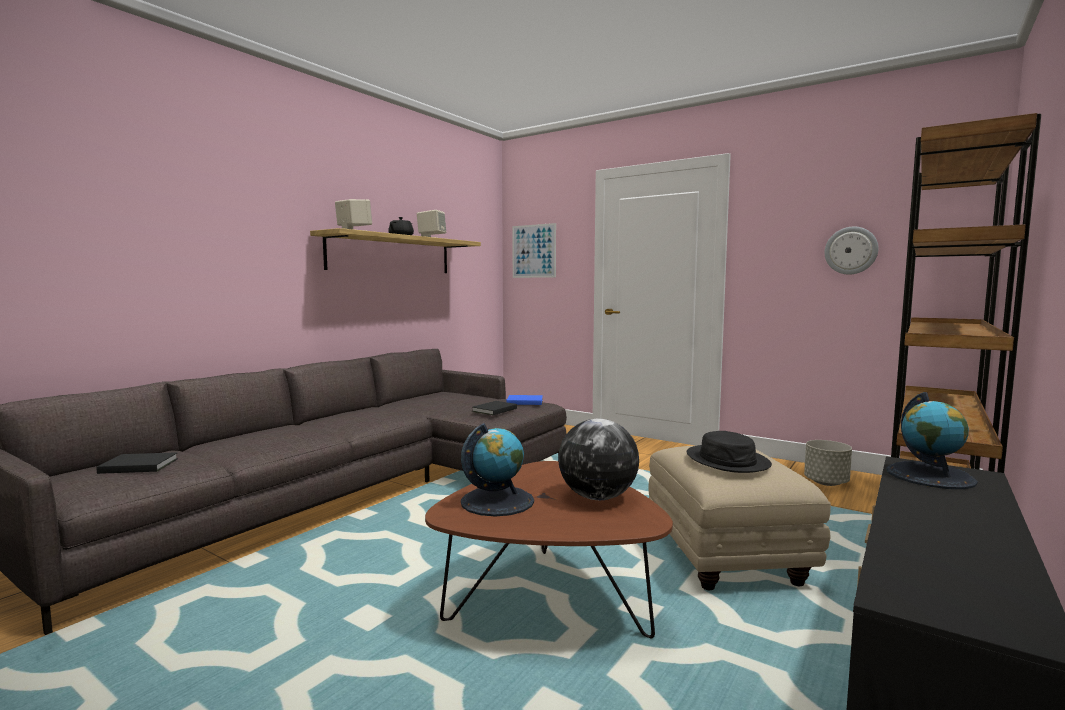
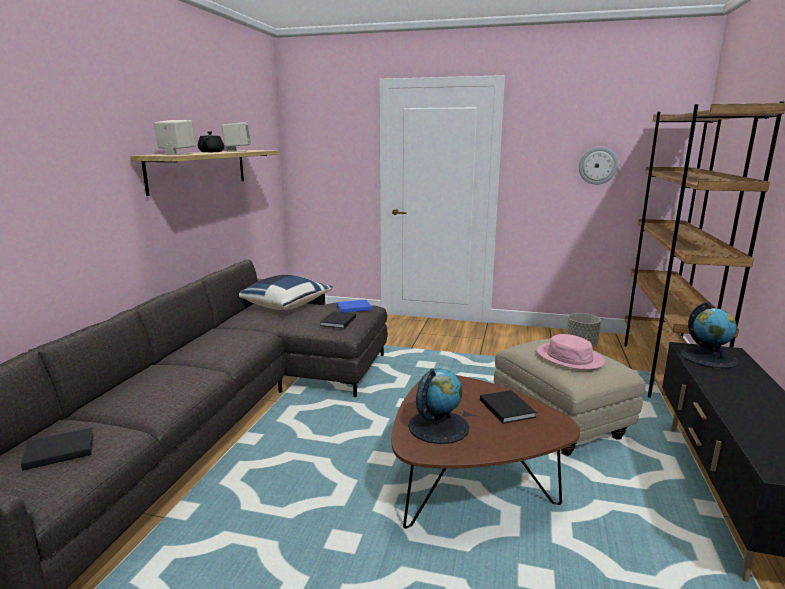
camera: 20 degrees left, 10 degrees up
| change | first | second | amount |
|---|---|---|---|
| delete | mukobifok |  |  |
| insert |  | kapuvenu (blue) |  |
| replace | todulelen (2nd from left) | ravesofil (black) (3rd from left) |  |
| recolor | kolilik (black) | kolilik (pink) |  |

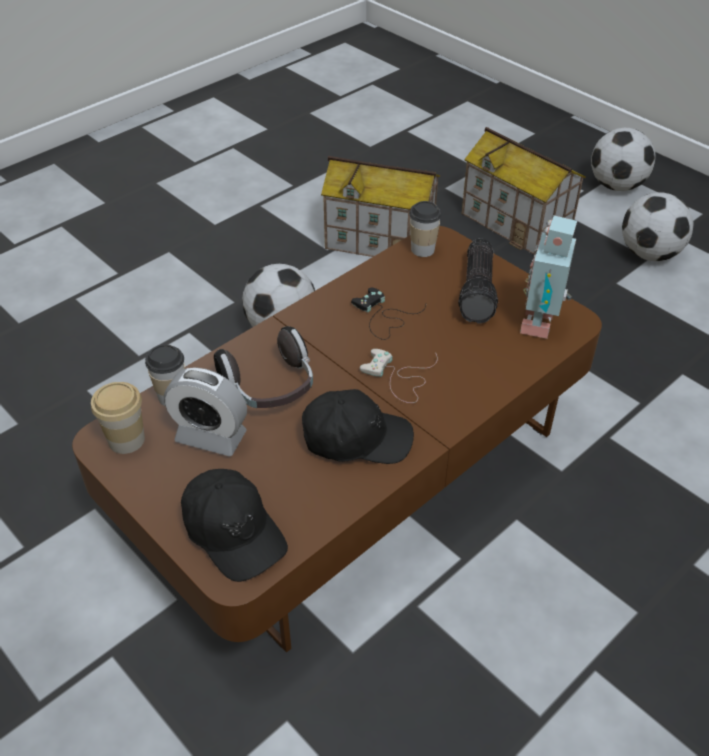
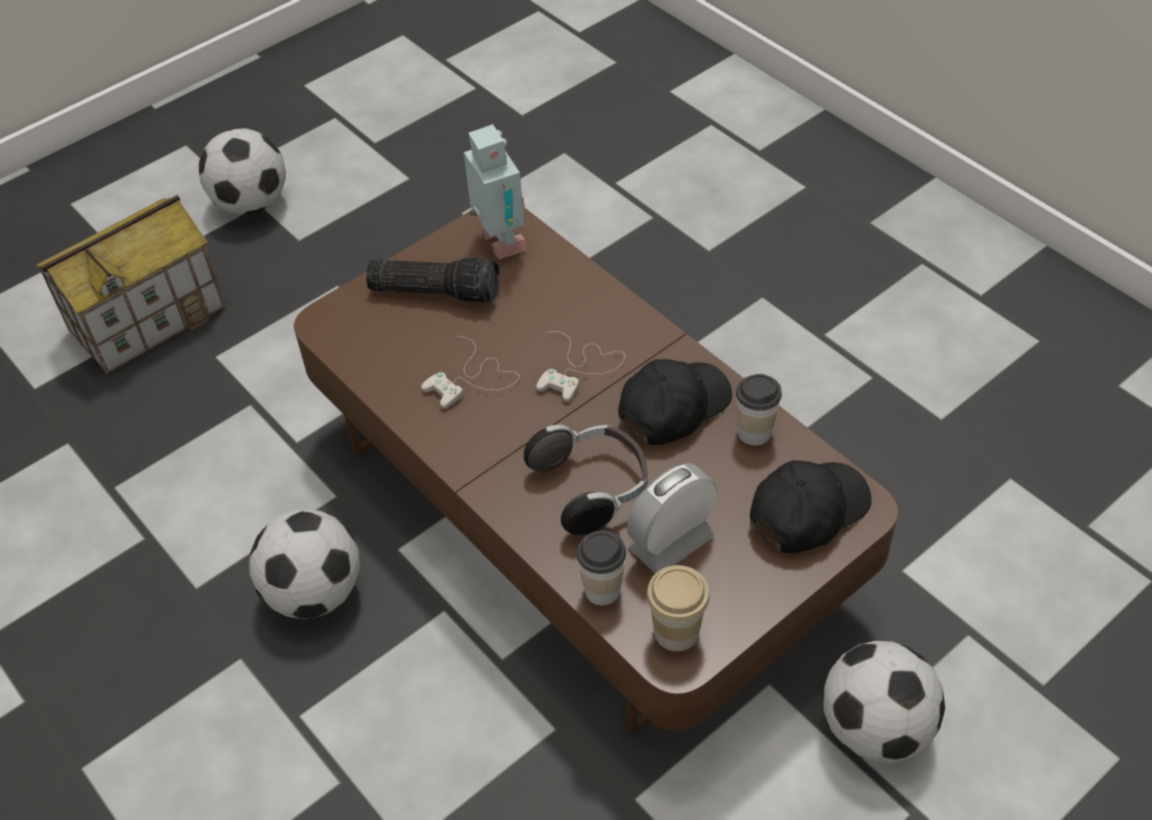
camera: 85 degrees left, 5 degrees up
| change | first | second | amount |
|---|---|---|---|
| delete | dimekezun (1st from left) |  |  |
| move | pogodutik (3rd from left) |  |  |
| move | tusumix (2nd from left in the first image) | tusumix (3rd from left) |  |
| recolor | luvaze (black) | luvaze (white) (1st from left) |  |
| rotate | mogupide |  | 150 degrees counterclockwise |
| rotate | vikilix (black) (2nd from left in the first image) | vikilix (black) (1st from left) | 45 degrees clockwise |
| rotate | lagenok |  | 135 degrees counterclockwise |

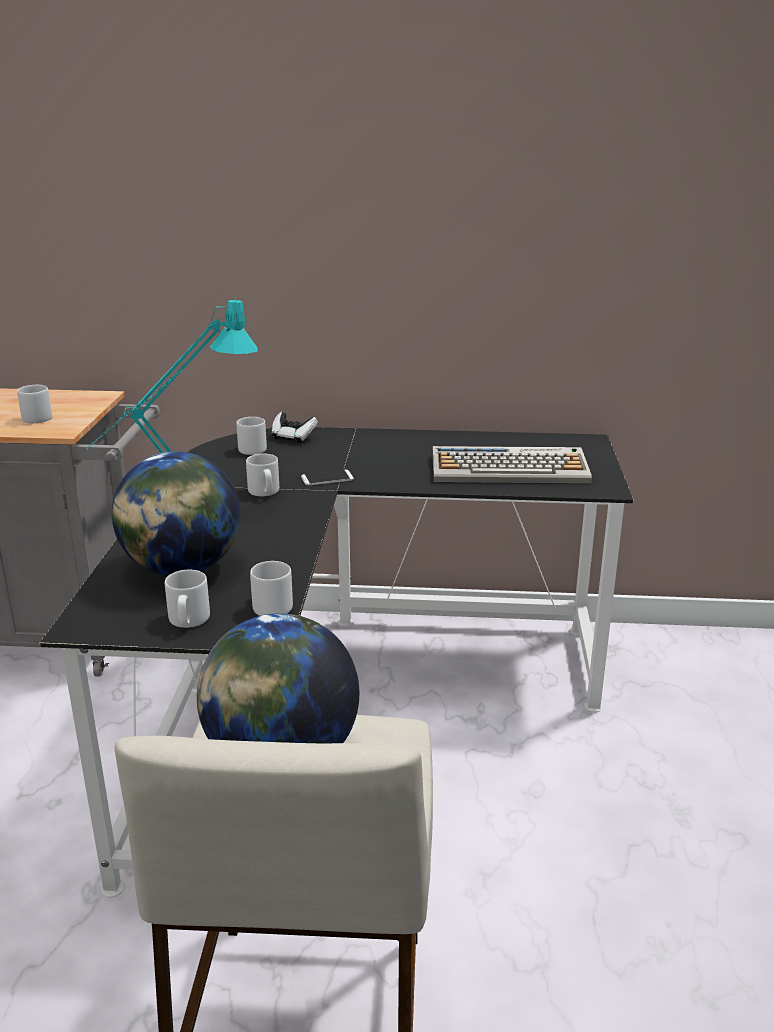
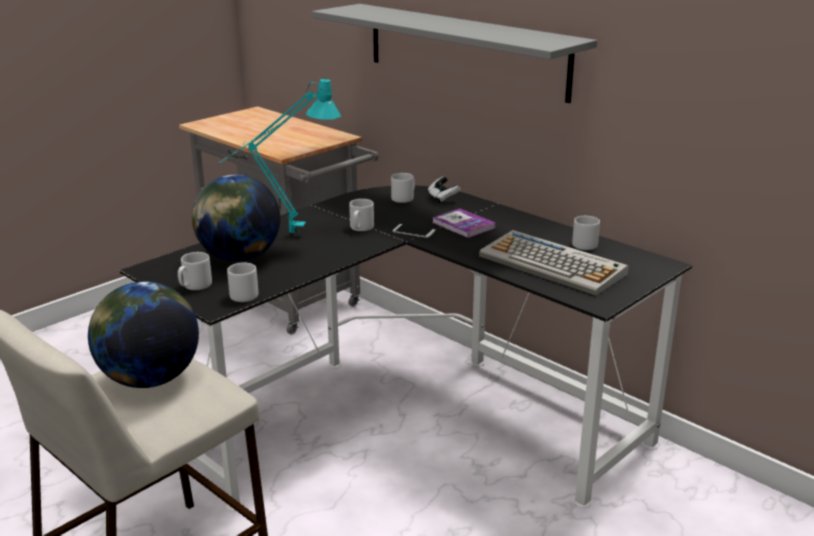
camera: 40 degrees right, 0 degrees up
| change | first | second | amount |
|---|---|---|---|
| insert |  | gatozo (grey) |  |
| insert |  | ravesofil |  |
| move | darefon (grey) (1st from left in the first image) | darefon (grey) (5th from left) |  |

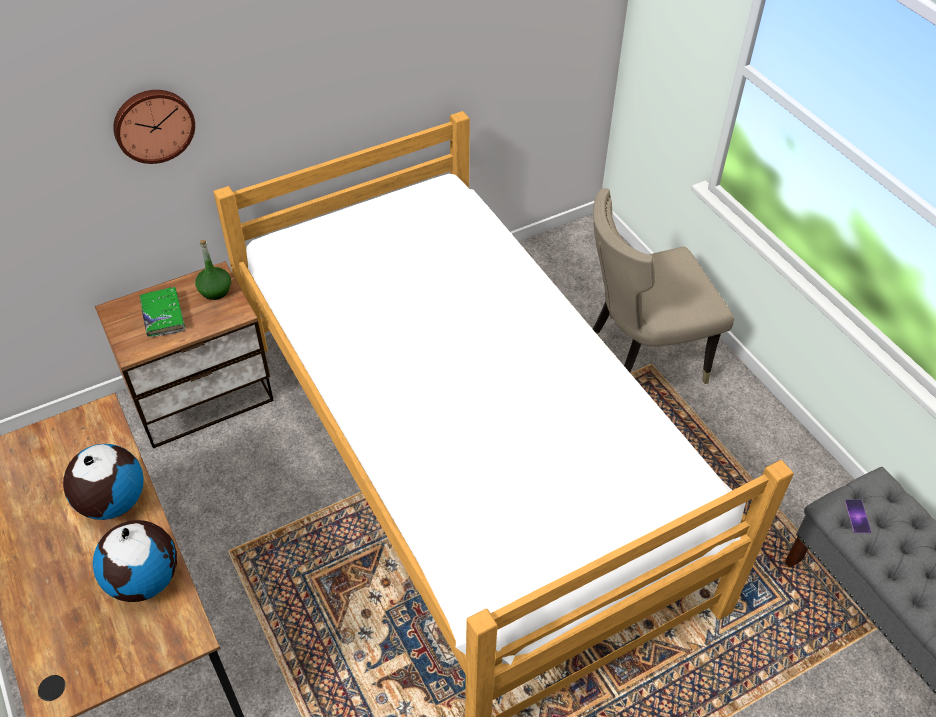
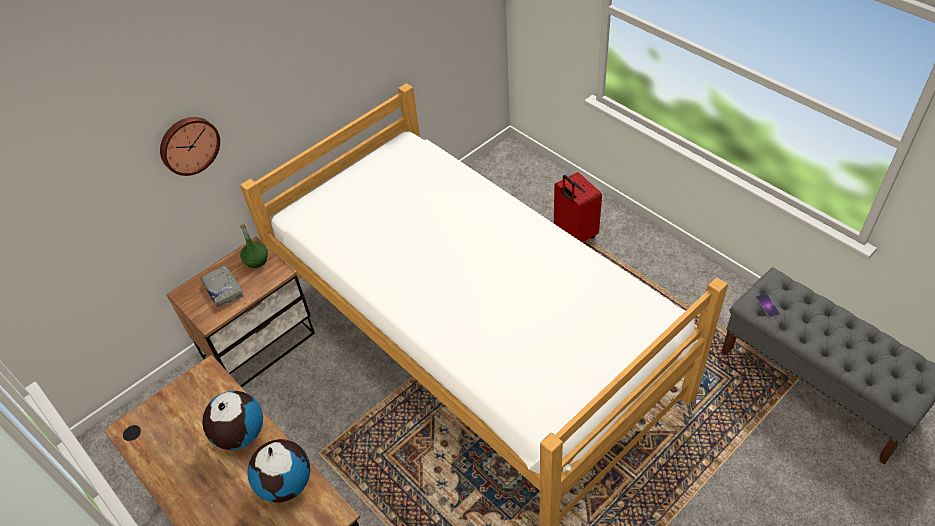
camera: 10 degrees left, 0 degrees up
| change | first | second | amount |
|---|---|---|---|
| replace | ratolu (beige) | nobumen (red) |  |
| recolor | ravesofil (green) | ravesofil (grey) |  |

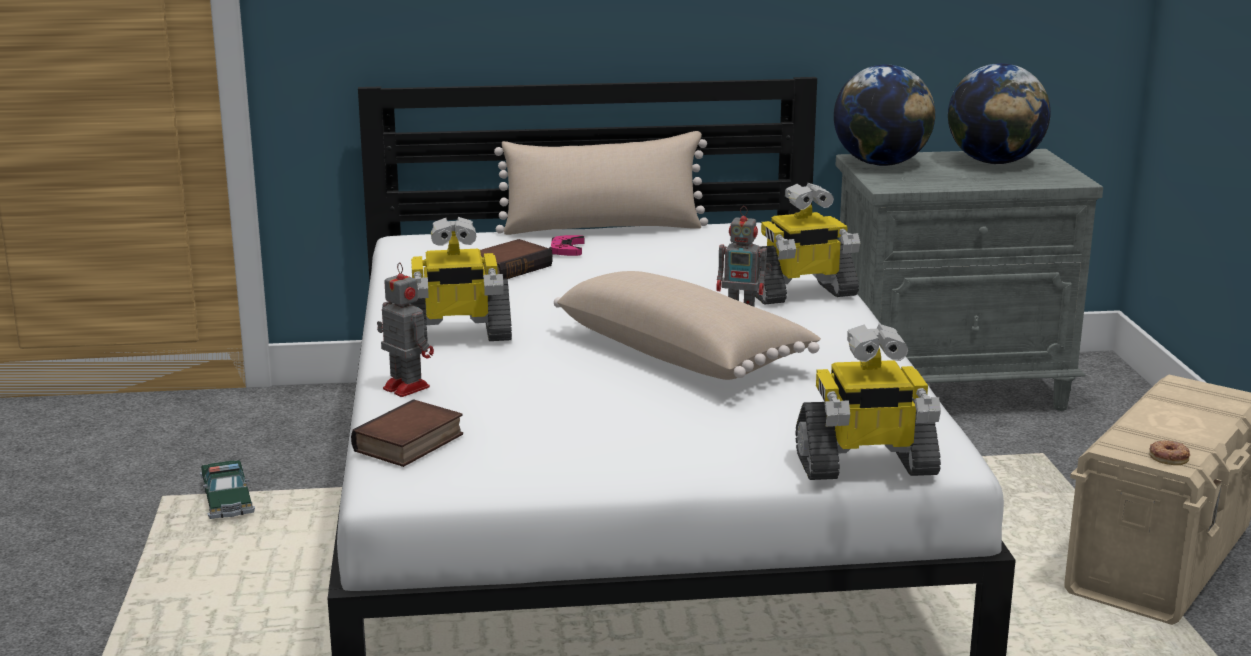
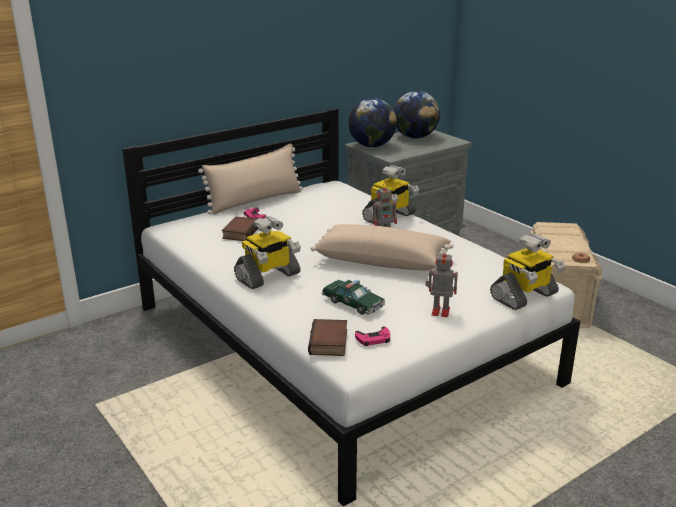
camera: 30 degrees left, 5 degrees up
| change | first | second | amount |
|---|---|---|---|
| insert |  | luvaze (pink) (2nd from left) |  |
| move | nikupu |  |  |
| move | lagenok (1st from left in the first image) | lagenok (4th from left) |  |

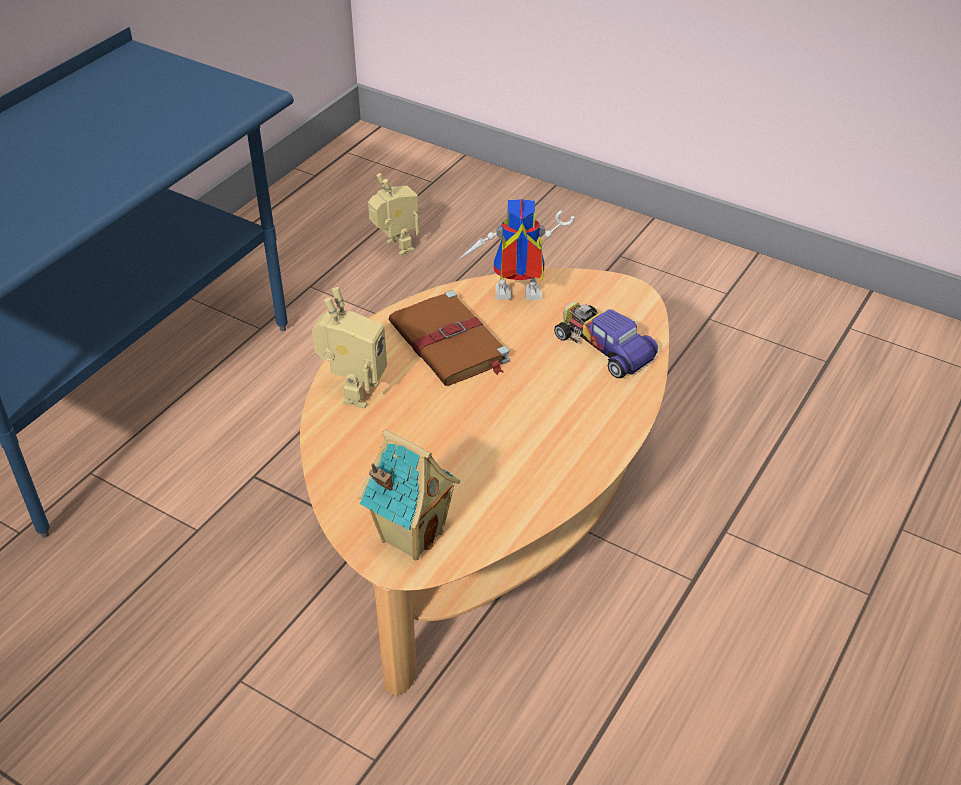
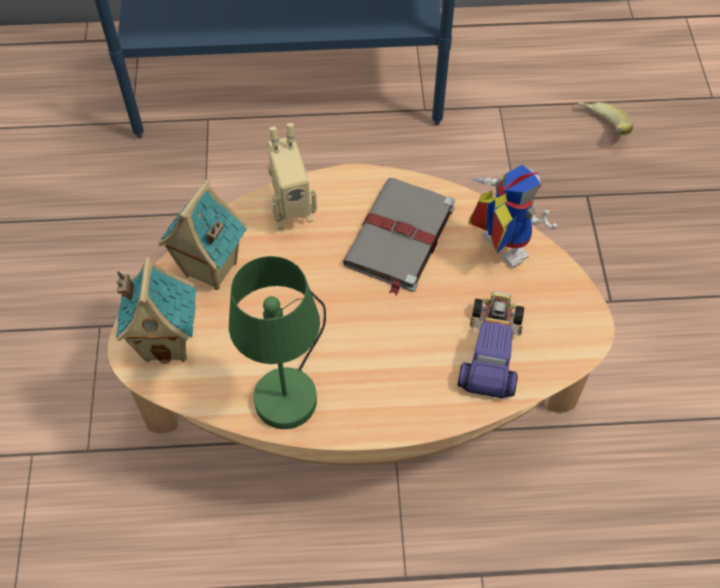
camera: 55 degrees right, 15 degrees up
| change | first | second | amount |
|---|---|---|---|
| insert |  | dimekezun (2nd from left) |  |
| insert |  | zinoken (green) |  |
| replace | lagenok (2nd from left) | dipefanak |  |
| recolor | ravesofil (brown) | ravesofil (grey) |  |

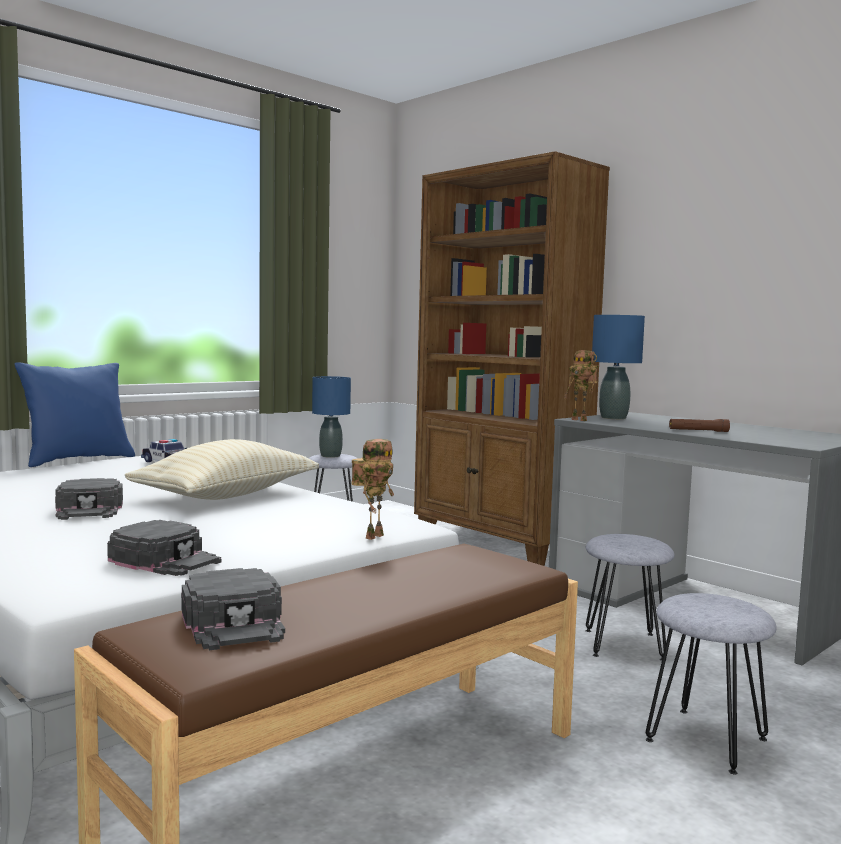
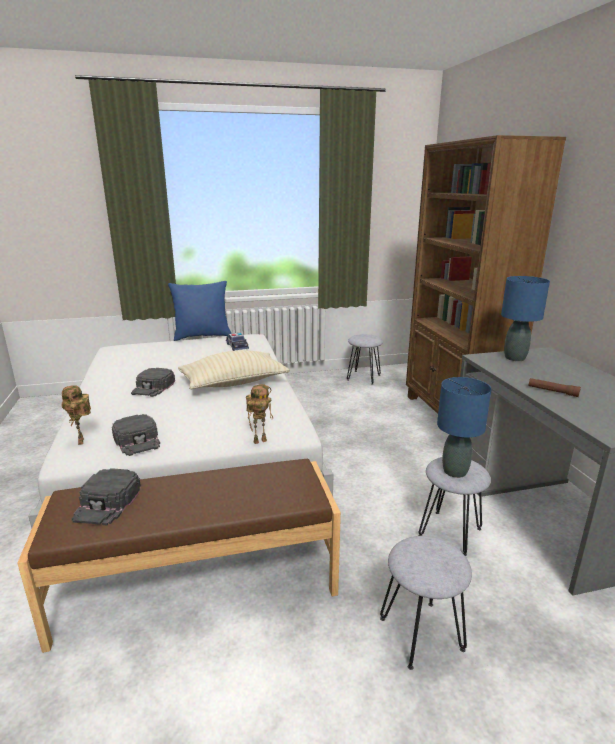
camera: 30 degrees right, 15 degrees up
| change | first | second | amount |
|---|---|---|---|
| move | zinoken (blue) (1st from left) |  |  |
| move | lagenok (2nd from left in the first image) | lagenok (1st from left) |  |

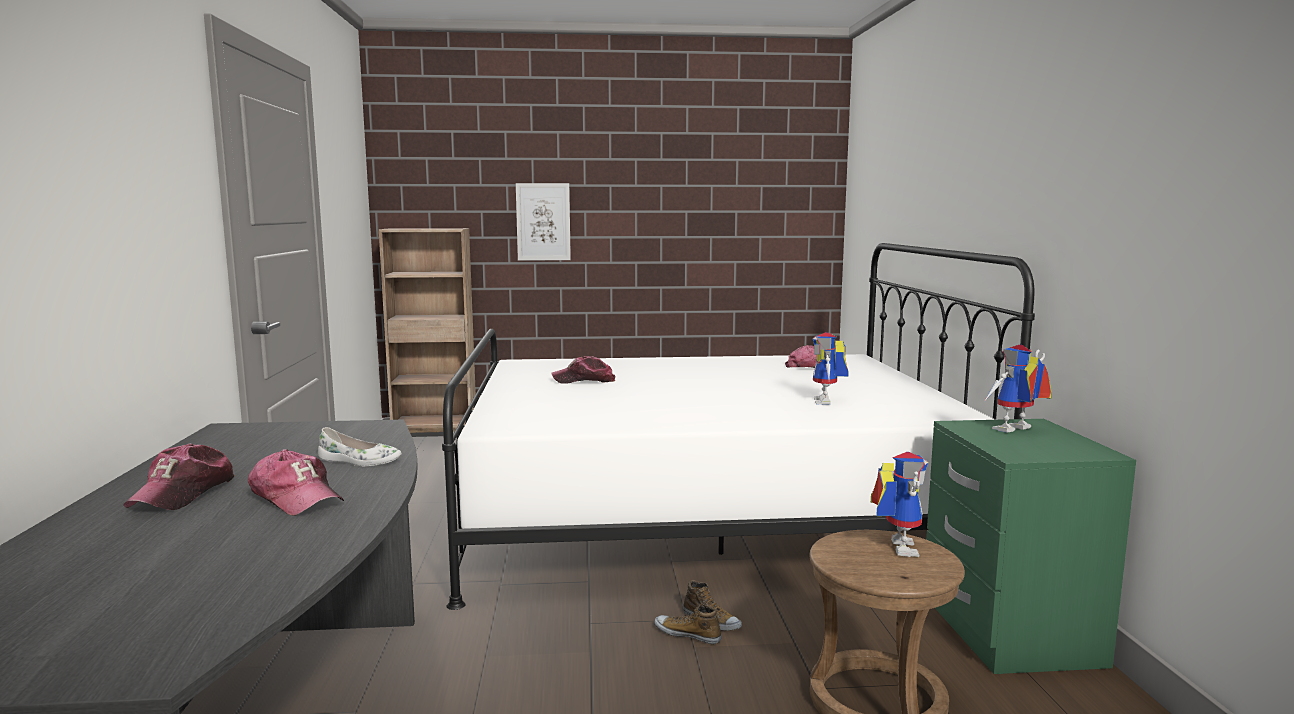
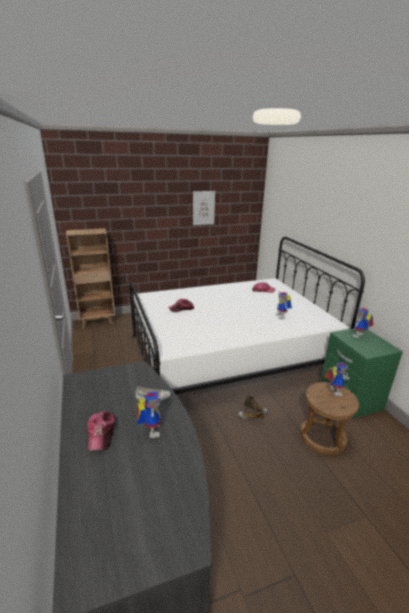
camera: 15 degrees left, 15 degrees up
| change | first | second | amount |
|---|---|---|---|
| move | mukobifok |  |  |
| replace | vikilix (2nd from left) | lagenok (1st from left) |  |

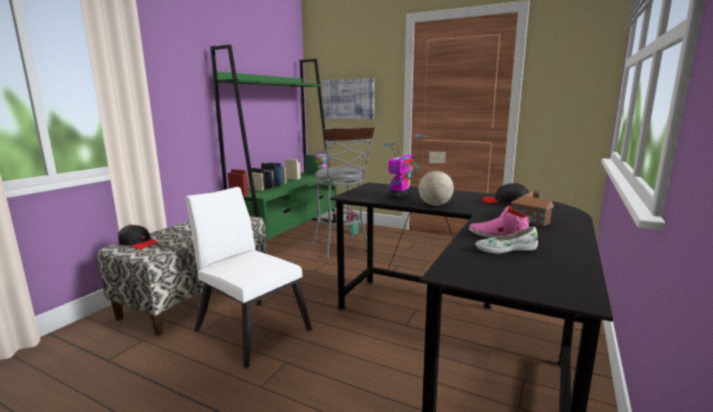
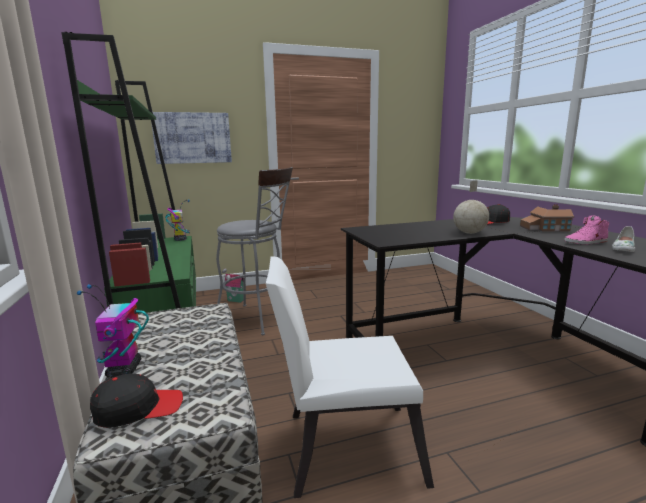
camera: 45 degrees left, 0 degrees up
| change | first | second | amount |
|---|---|---|---|
| move | lagenok (2nd from left in the first image) | lagenok (1st from left) |  |

